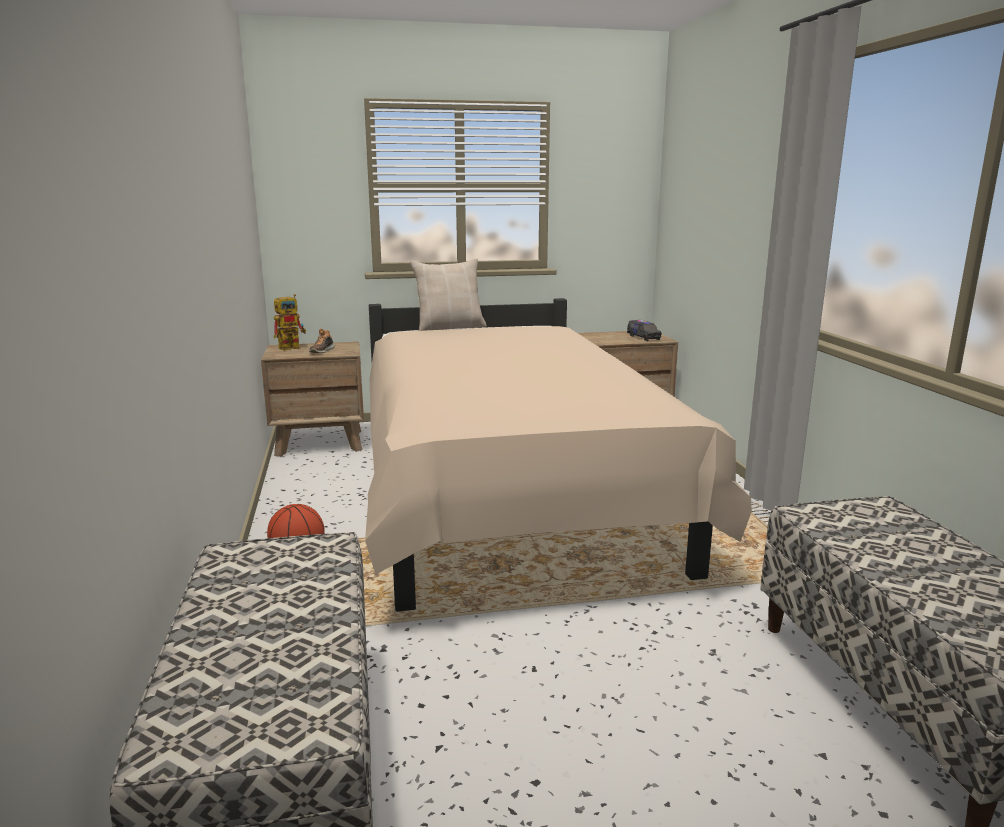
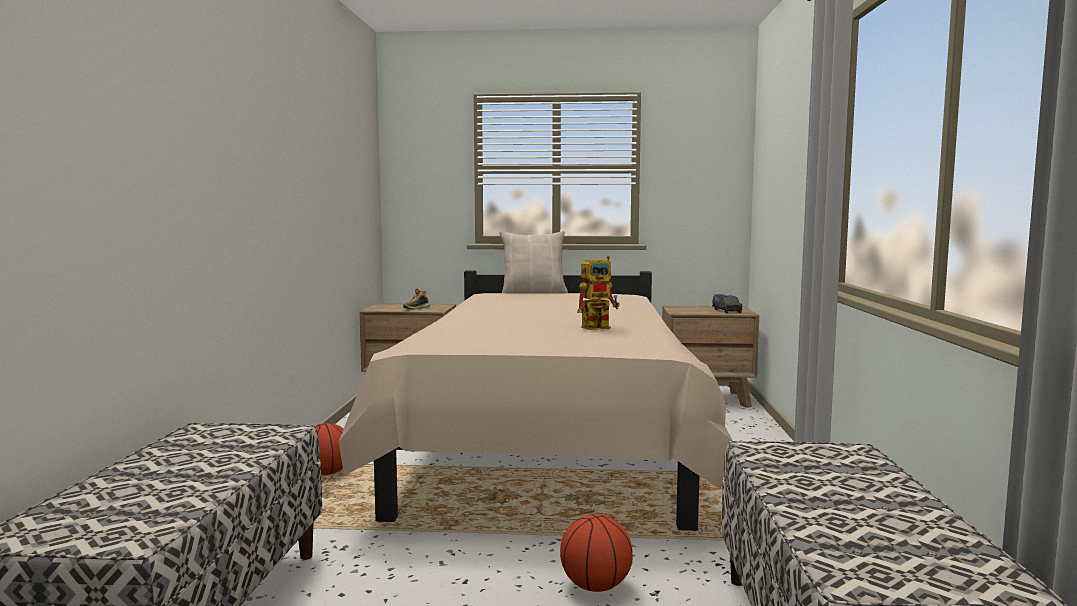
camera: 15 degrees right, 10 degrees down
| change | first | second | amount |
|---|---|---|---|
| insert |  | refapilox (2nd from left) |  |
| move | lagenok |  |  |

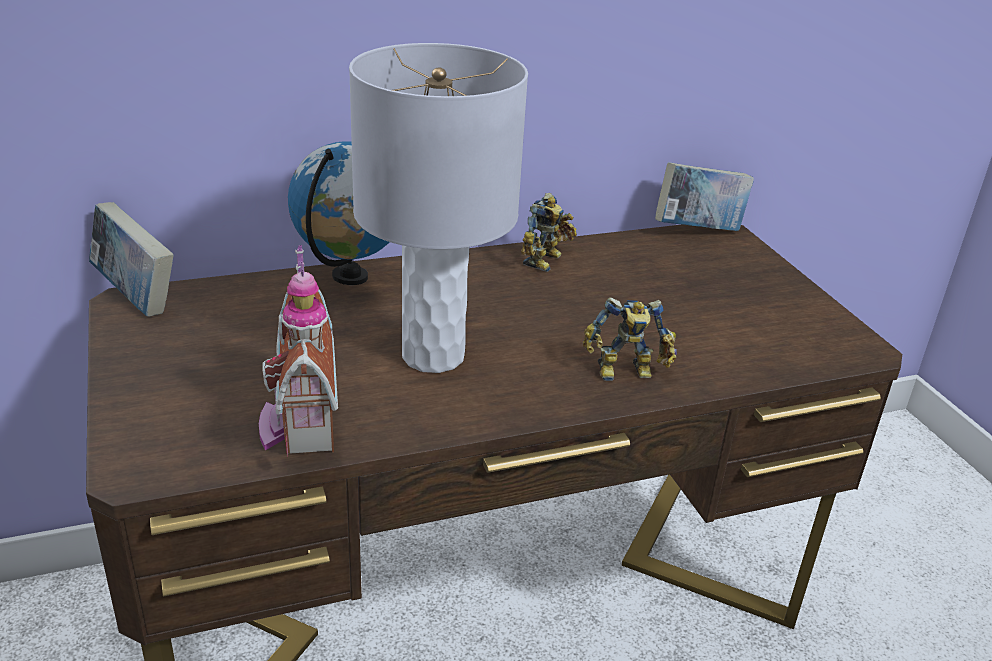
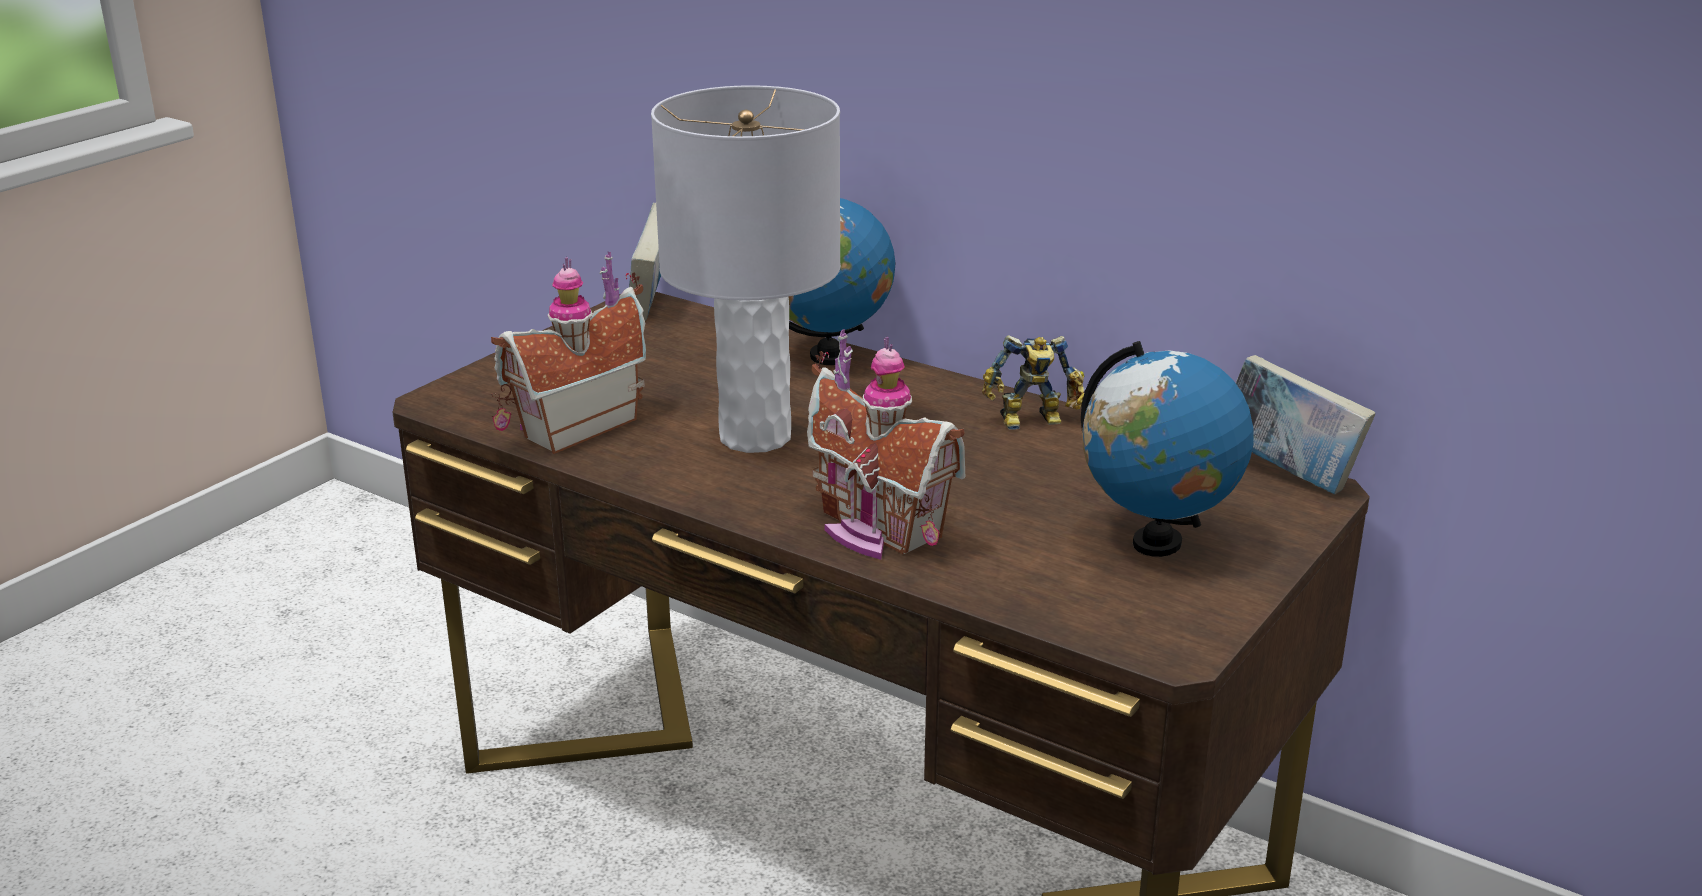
camera: 55 degrees right, 5 degrees down
| change | first | second | amount |
|---|---|---|---|
| insert |  | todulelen (2nd from left) |  |
| replace | lagenok (2nd from left) | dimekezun (2nd from left) |  |

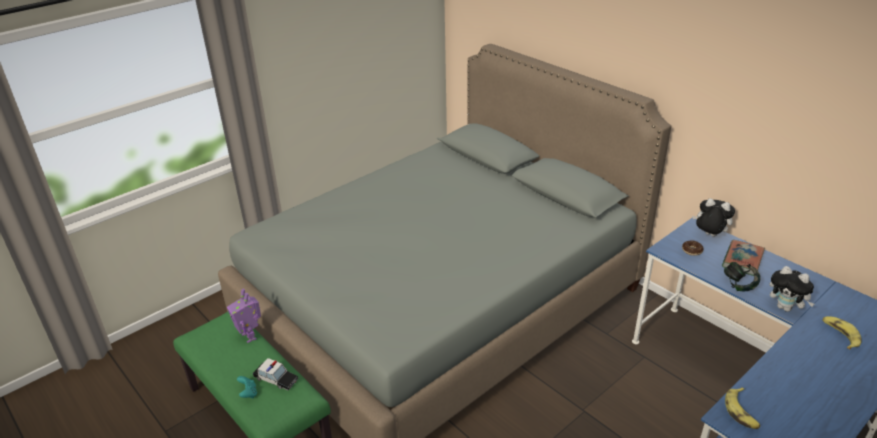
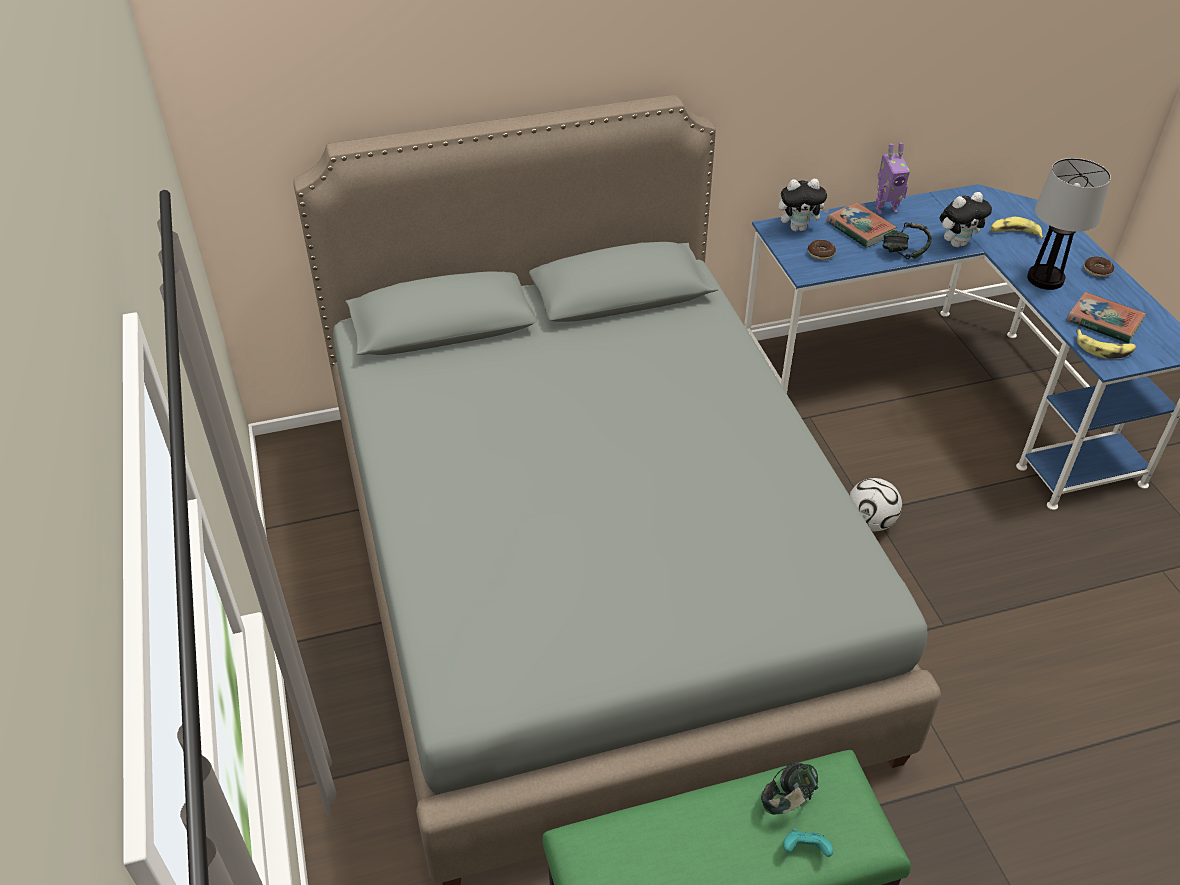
camera: 65 degrees left, 10 degrees up
| change | first | second | amount |
|---|---|---|---|
| insert |  | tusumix |  |
| insert |  | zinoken |  |
| insert |  | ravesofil (2nd from left) |  |
| insert |  | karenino (2nd from left) |  |
| move | lagenok |  |  |
| replace | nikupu | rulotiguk (1st from left) |  |
| rotate | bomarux (1st from left) |  | 150 degrees counterclockwise |

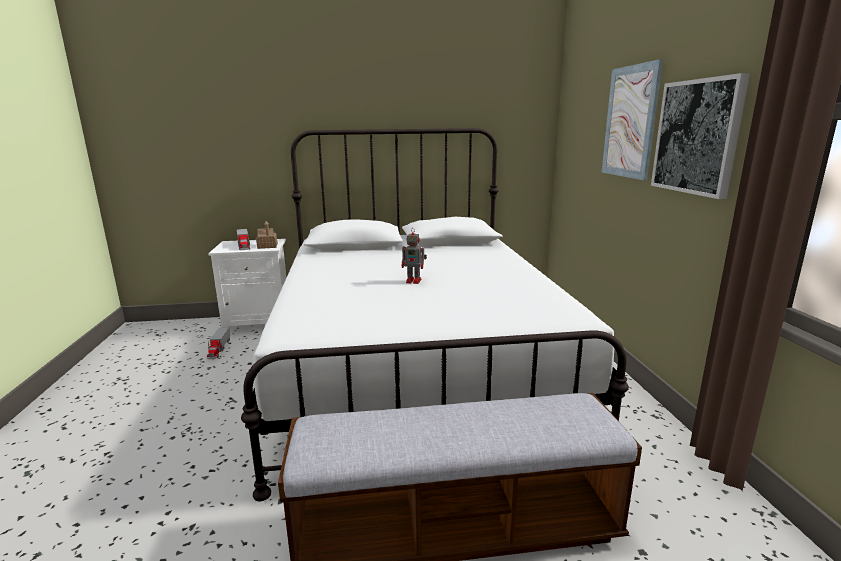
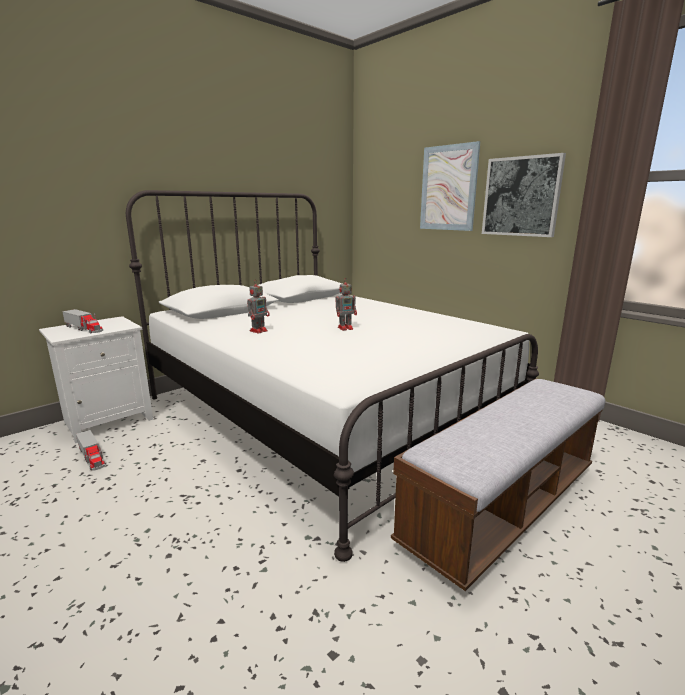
camera: 35 degrees left, 0 degrees up
| change | first | second | amount |
|---|---|---|---|
| delete | dimekezun |  |  |
| insert |  | lagenok (1st from left) |  |

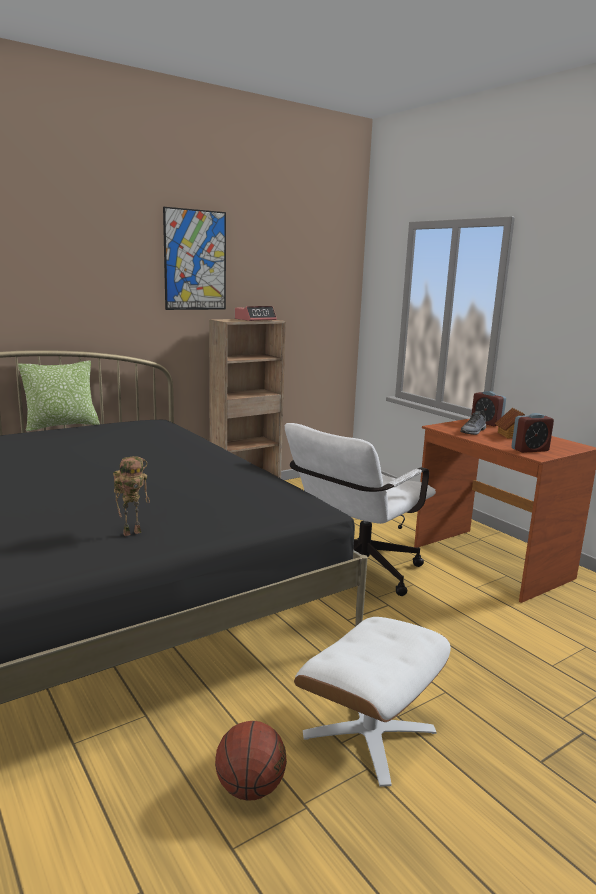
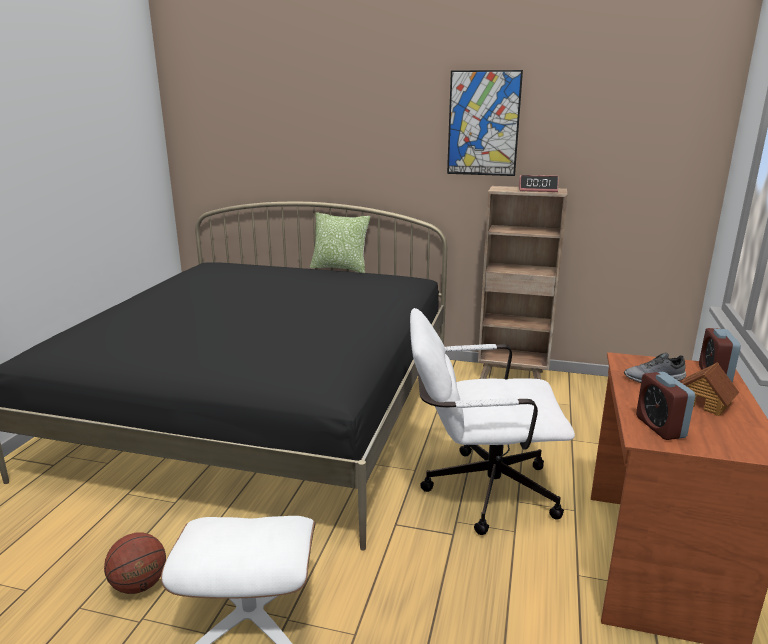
camera: 50 degrees right, 5 degrees up
| change | first | second | amount |
|---|---|---|---|
| delete | lagenok |  |  |
| rotate | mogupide (3rd from left in the first image) | mogupide (2nd from left) | 45 degrees clockwise |

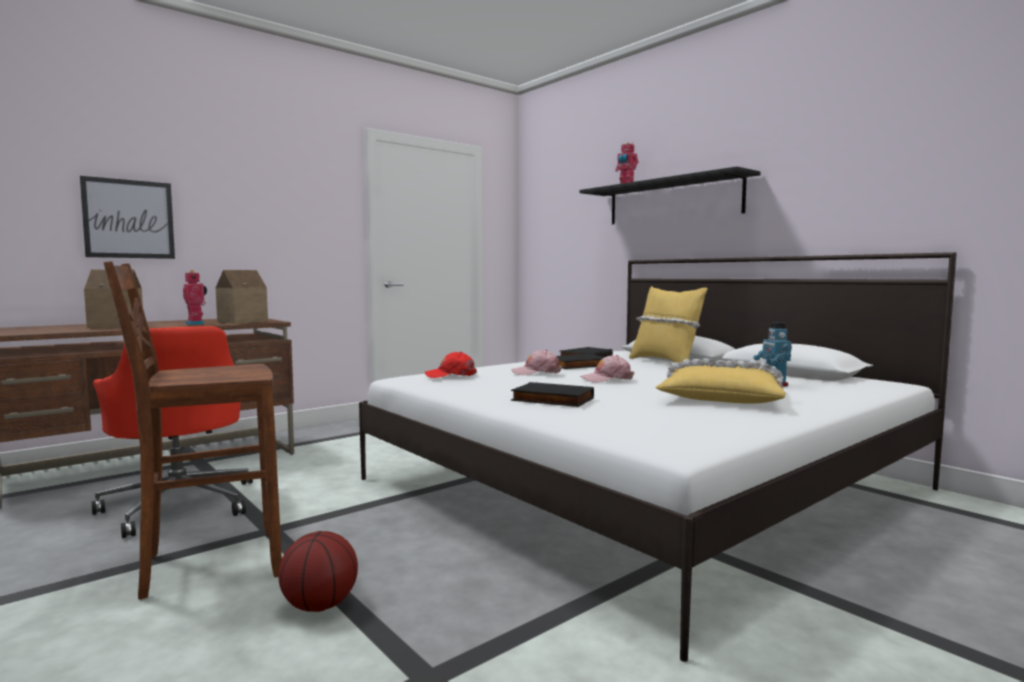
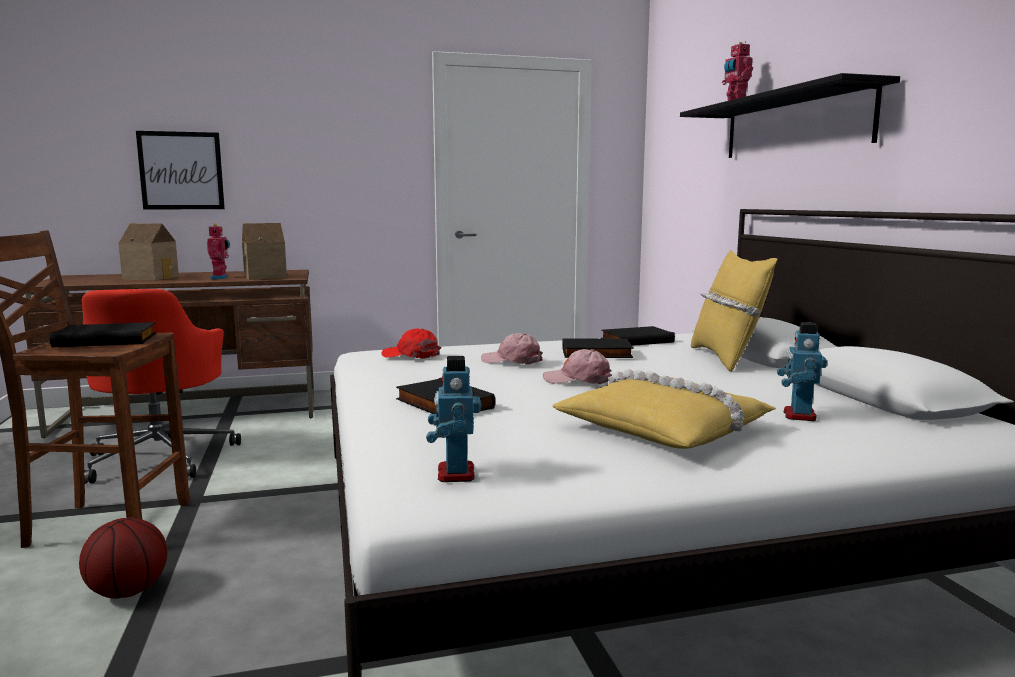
camera: 25 degrees right, 5 degrees up
| change | first | second | amount |
|---|---|---|---|
| insert |  | ravesofil (black) (1st from left) |  |
| insert |  | lagenok (2nd from left) |  |

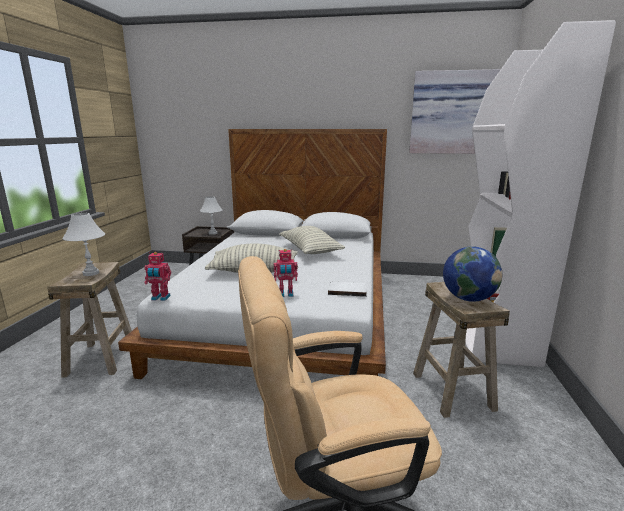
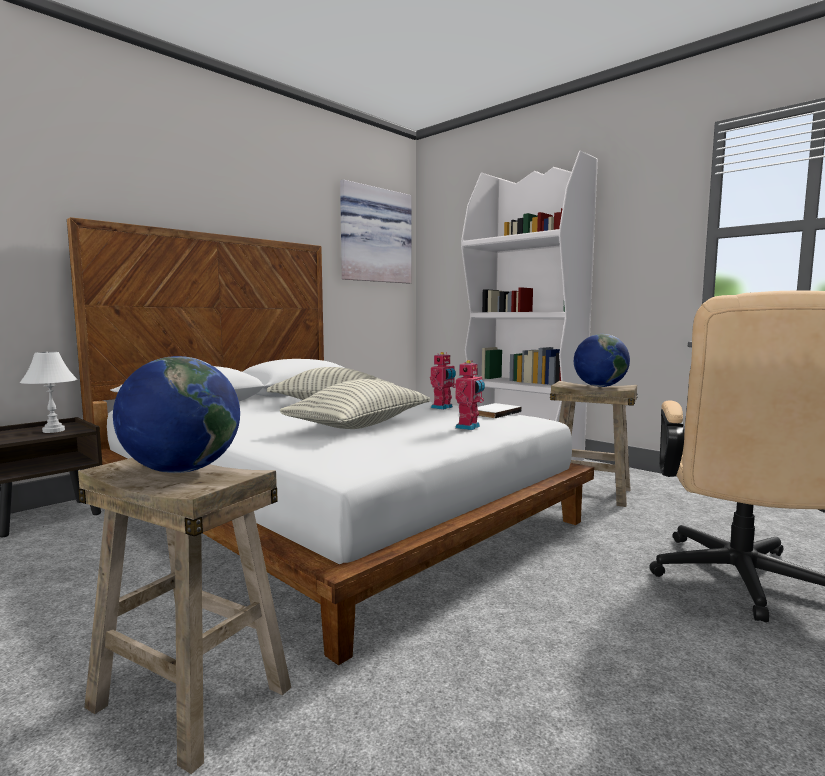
camera: 55 degrees left, 10 degrees down
| change | first | second | amount |
|---|---|---|---|
| move | lagenok (1st from left) |  |  |
| replace | zinoken (white) (1st from left) | todulelen (1st from left) |  |

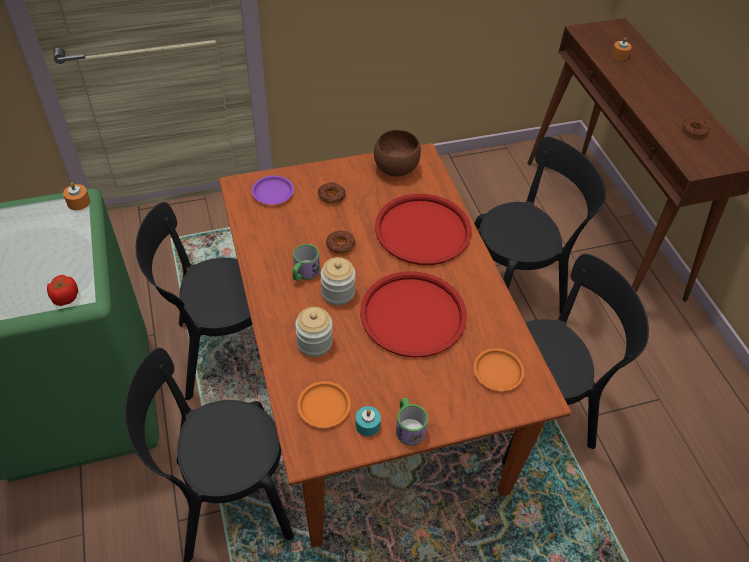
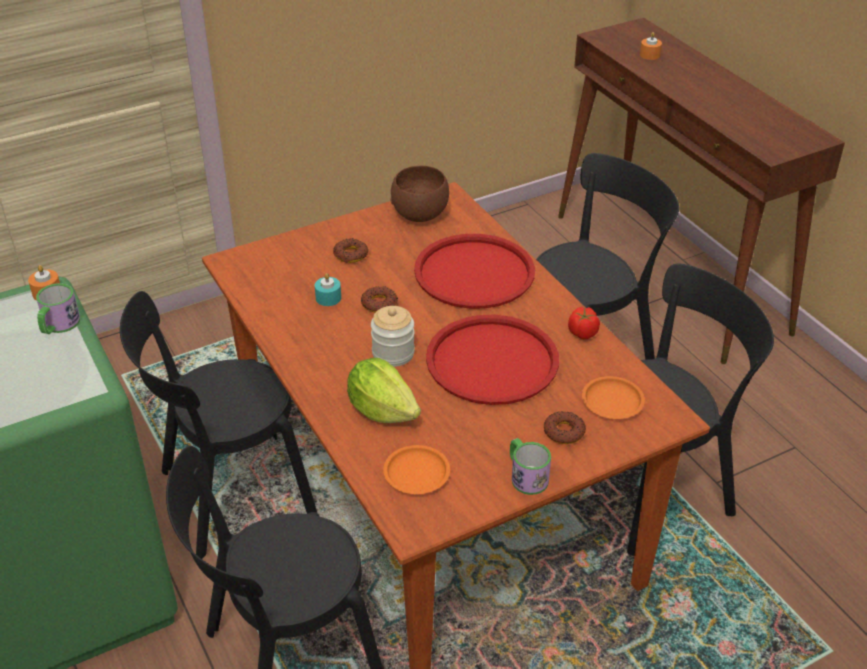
camera: 10 degrees left, 10 degrees down
| change | first | second | amount |
|---|---|---|---|
| delete | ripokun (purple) |  |  |
| move | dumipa |  |  |
| move | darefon (1st from left) |  |  |
| move | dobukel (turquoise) |  |  |
| move | karenino (3rd from left) |  |  |
| replace | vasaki (1st from left) | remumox |  |

